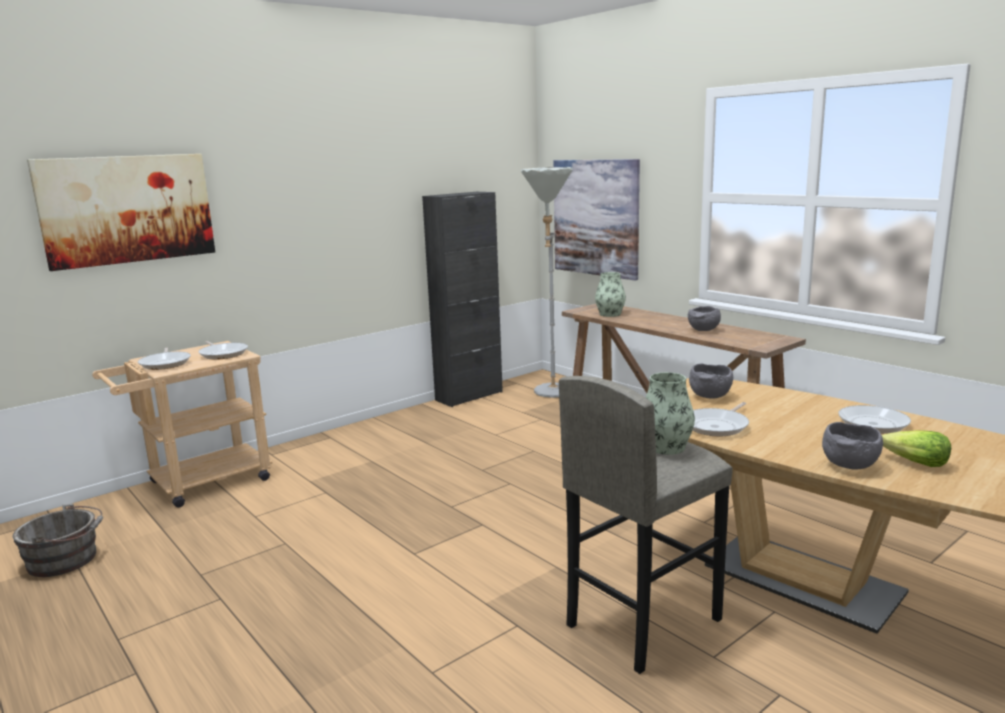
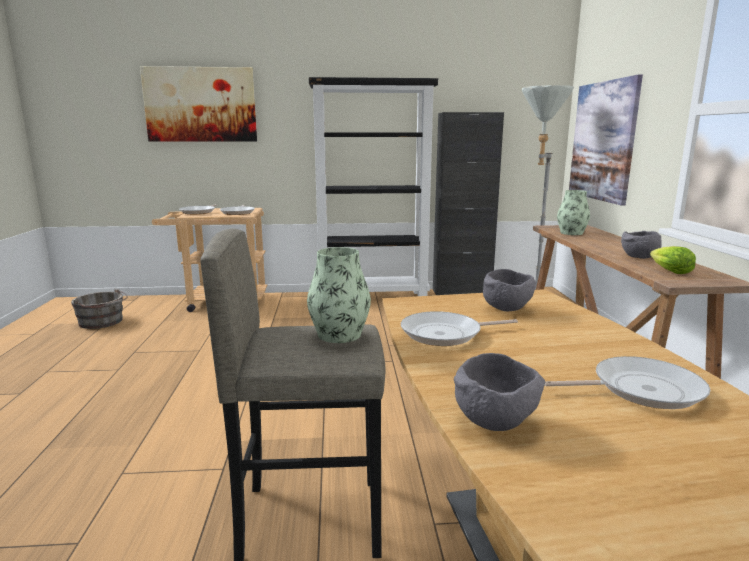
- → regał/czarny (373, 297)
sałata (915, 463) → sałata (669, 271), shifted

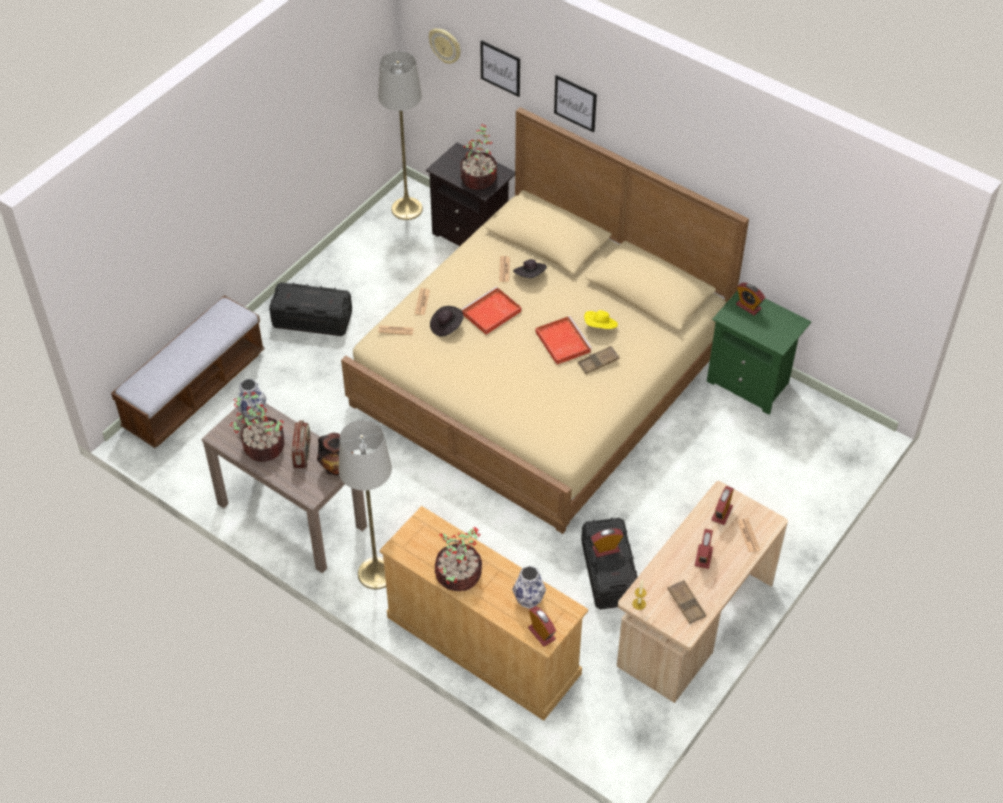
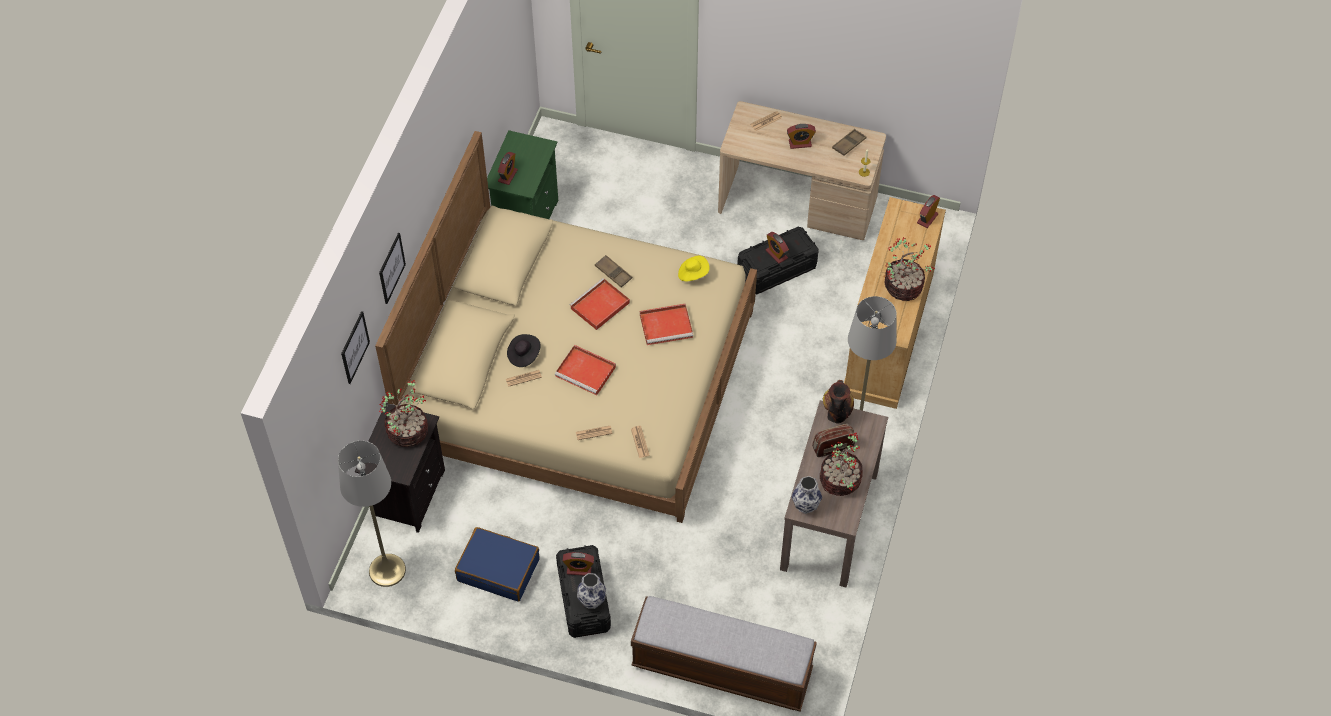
- → walizka/niebieski (498, 569)
budzik (722, 513) → budzik (579, 569), shifted
wazon (529, 599) → wazon (592, 600), shifted
- → taca/czerwony (667, 325)
kapelusz/żółty (600, 326) → kapelusz/żółty (693, 274), shifted
zegar ścienny (445, 45) → -
kapelusz/czarny (446, 326) → -

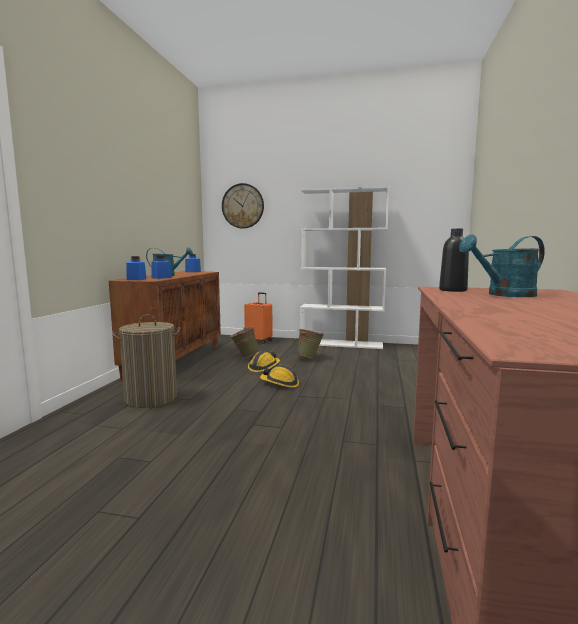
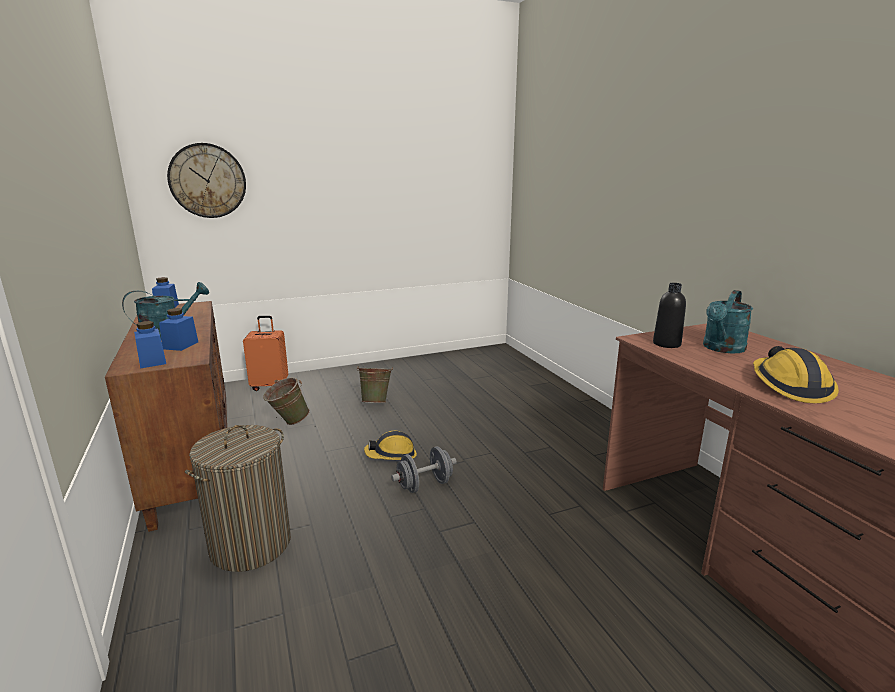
- → hantel/szary (424, 485)
kask (264, 367) → kask (789, 386), shifted
regał/biały (342, 344) → -

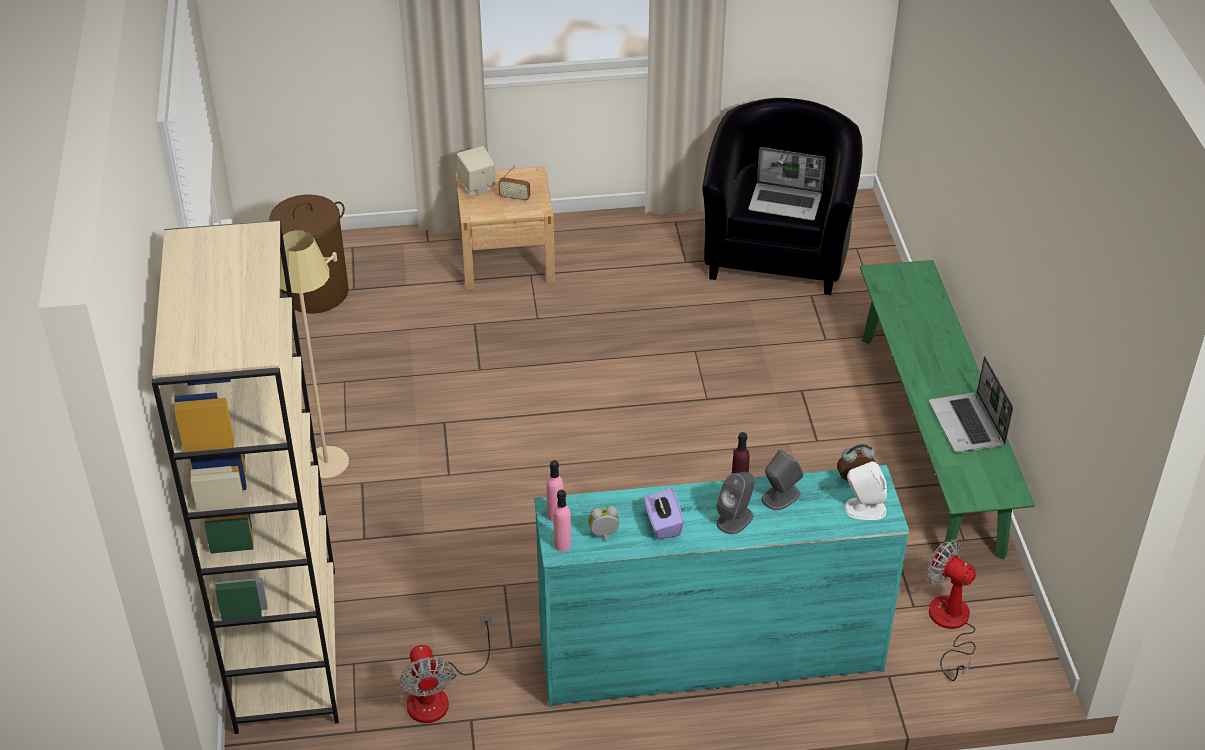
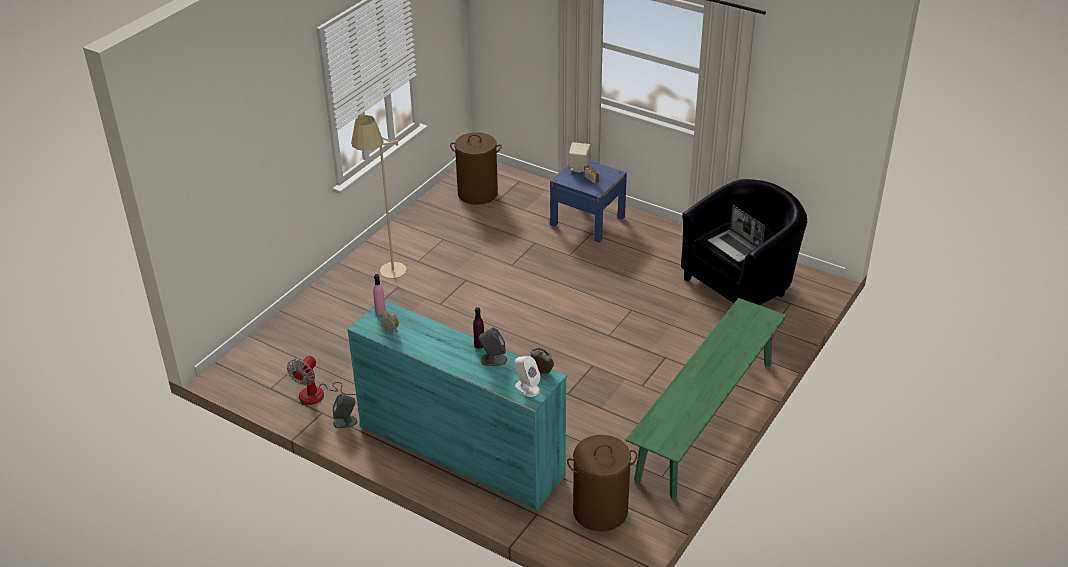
głośnik/szary (735, 519) → głośnik/szary (345, 422), shifted
szafka nocna/beżowy (506, 260) → szafka nocna/niebieski (587, 221)
wentylator (950, 625) → kosz na pranie/brązowy (599, 511)
regał/beżowy (285, 647) → -
butelka/różowy (562, 545) → -
pudełko chusteczek/fioletowy (662, 524) → -
laptop (968, 425) → -

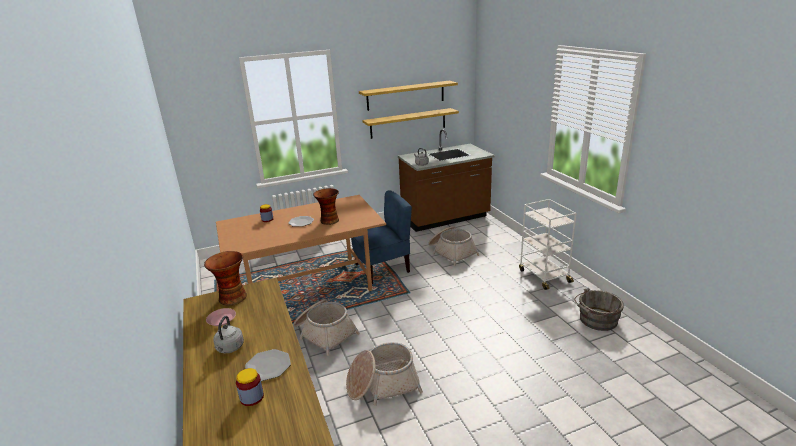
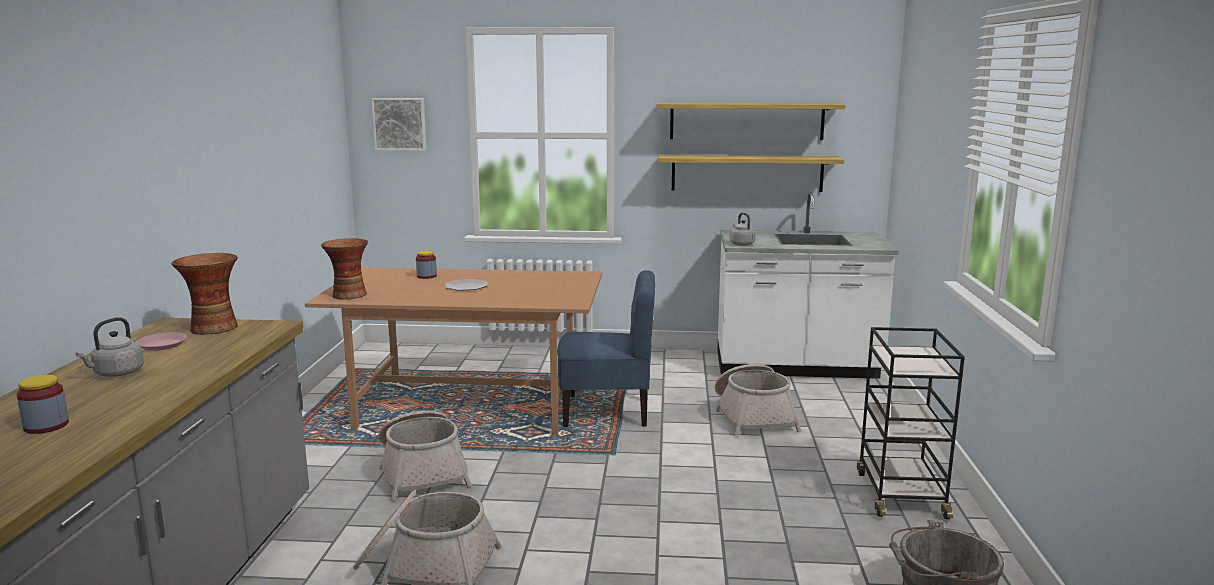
wazon (329, 221) → wazon (348, 295), shifted
- → obraz (400, 124)
zabudowa kuchenna/brązowy (445, 219) → zabudowa kuchenna/biały (796, 367)
wózek/biały (543, 276) → wózek/czarny (900, 494)
talerz (268, 366) → -

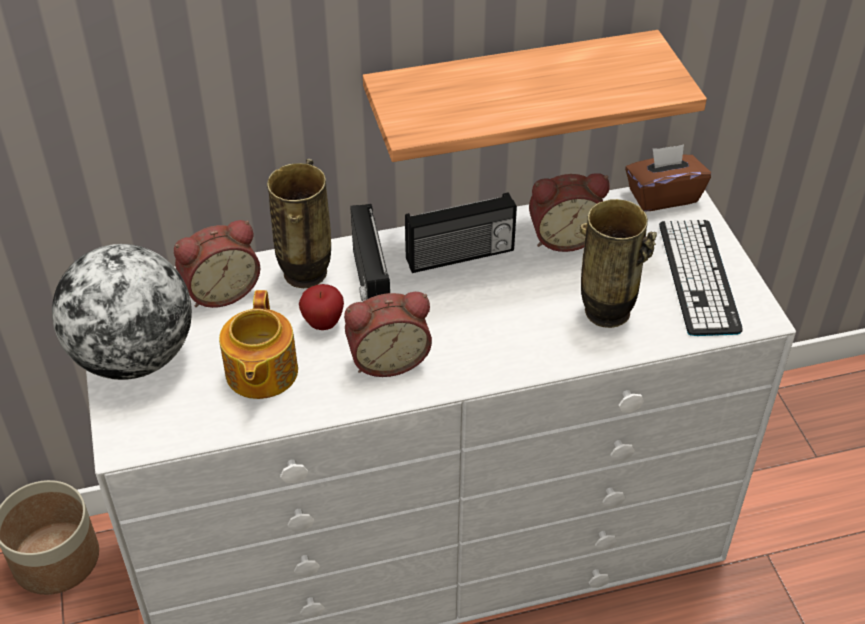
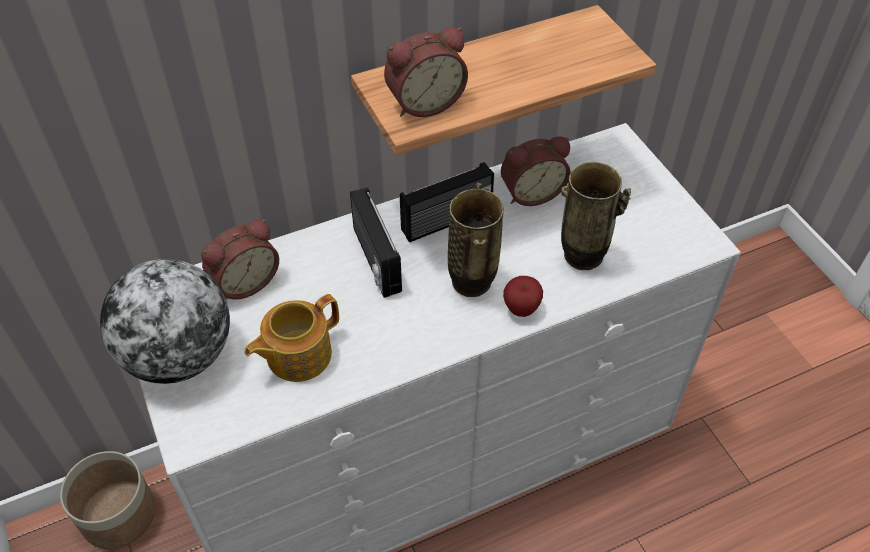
imbryk (260, 373) → imbryk (297, 355), 60 degrees clockwise
budzik (388, 358) → budzik (424, 102), shifted
wazon (306, 274) → wazon (472, 282), shifted
jabłko (323, 323) → jabłko (521, 309), shifted
pudełko chusteczek/brązowy (663, 196) → -
klawiatura (698, 277) → -

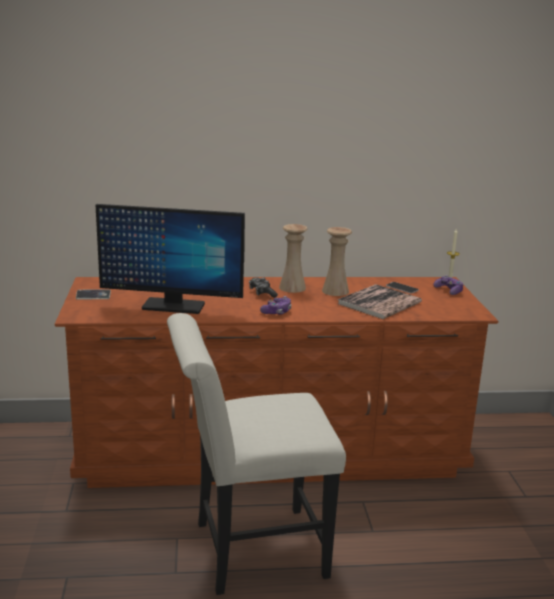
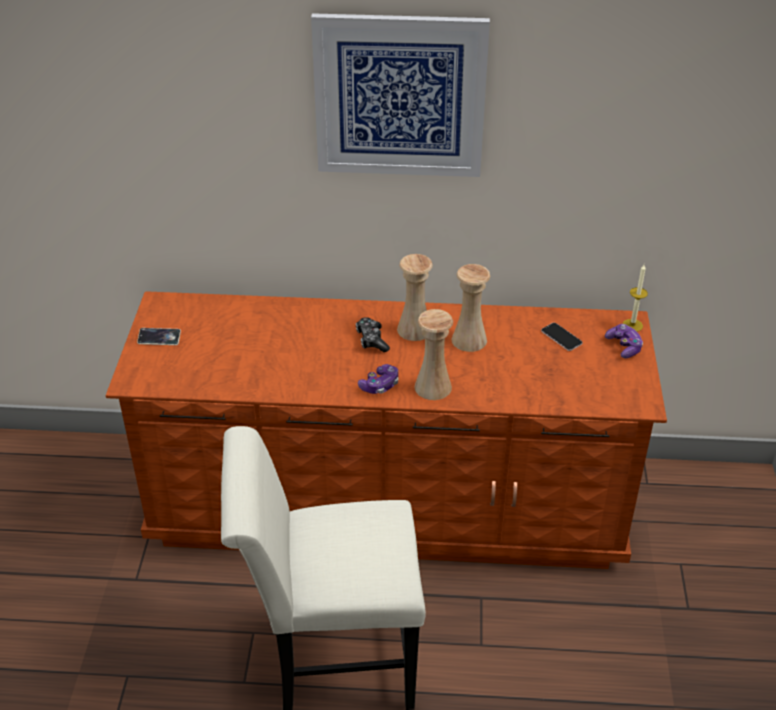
- → obraz (399, 96)
- → wazon/beżowy (433, 387)
monitor (173, 306) → -
książka (379, 303) → -

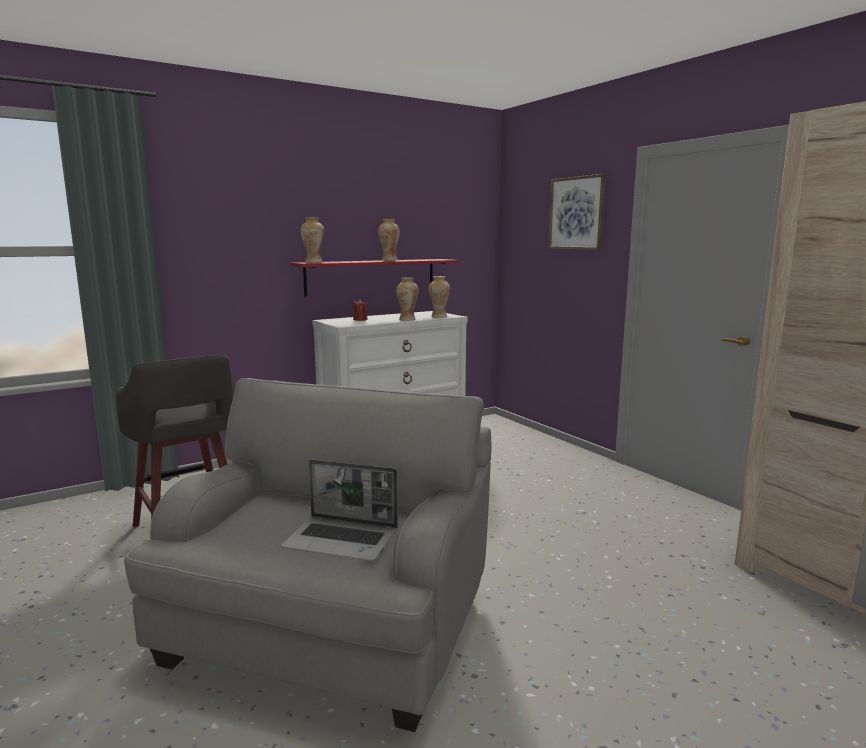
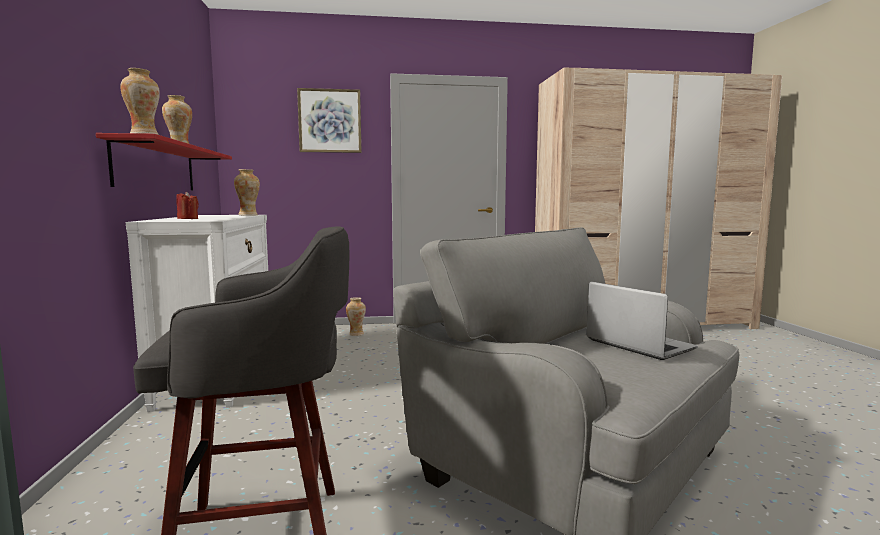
wazon (407, 319) → wazon (356, 334), shifted
laptop (343, 540) → laptop (637, 345), 75 degrees counterclockwise

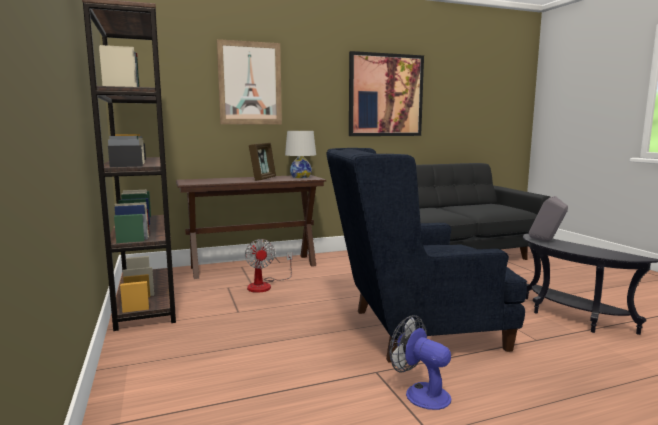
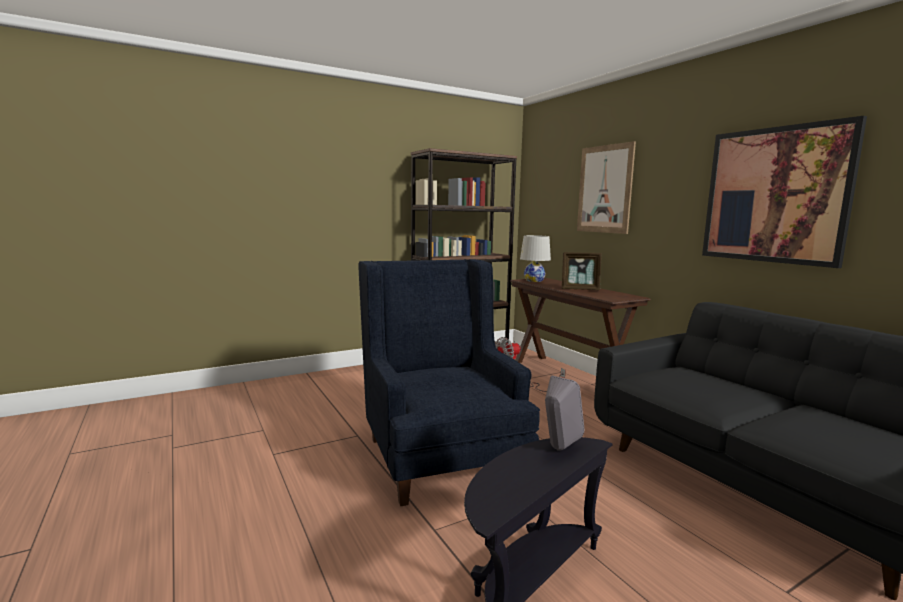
lampa stołowa/biały (300, 177) → lampa stołowa/biały (534, 280), shifted
wentylator (420, 393) → -

